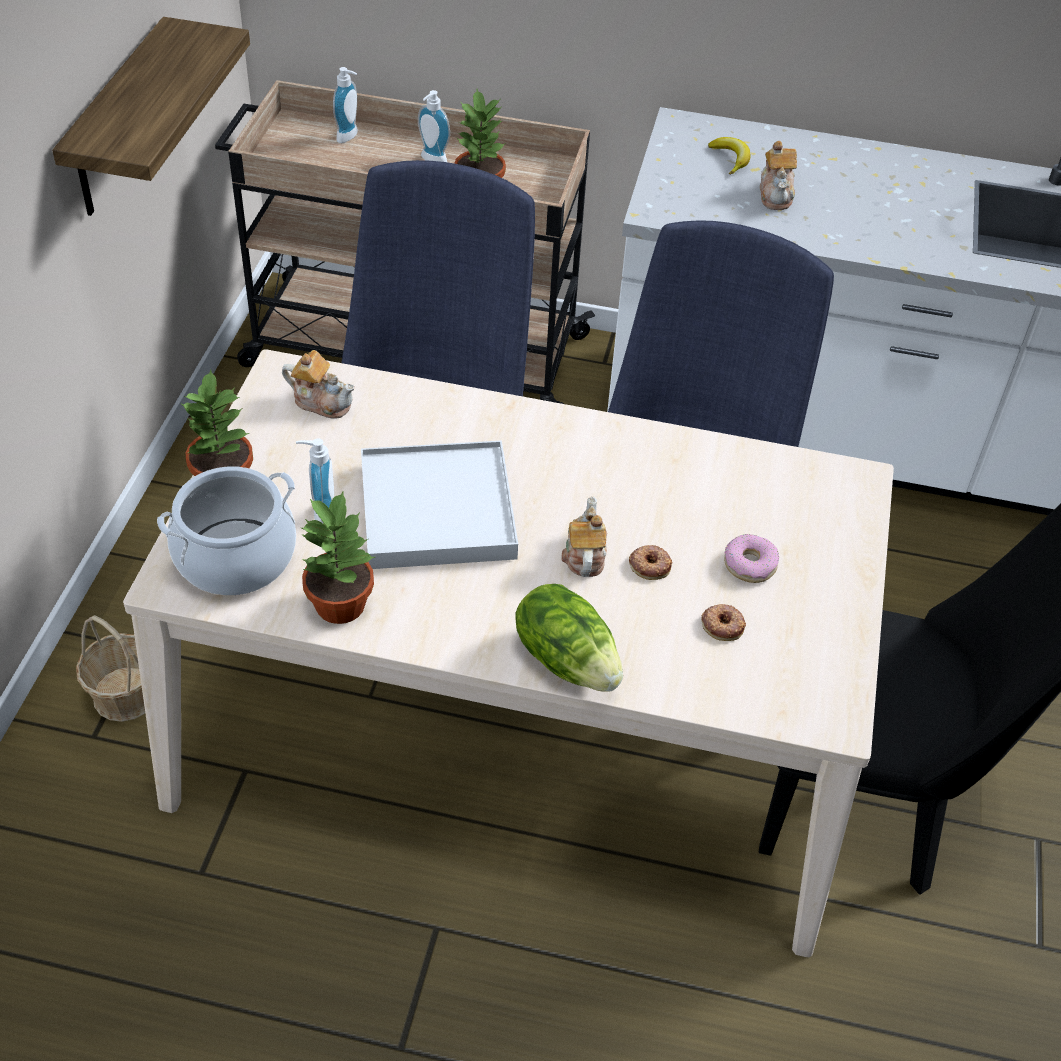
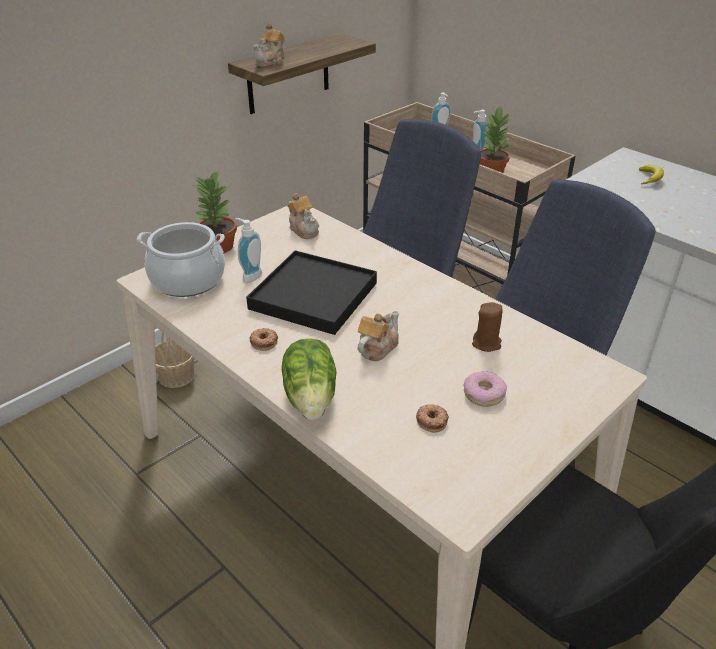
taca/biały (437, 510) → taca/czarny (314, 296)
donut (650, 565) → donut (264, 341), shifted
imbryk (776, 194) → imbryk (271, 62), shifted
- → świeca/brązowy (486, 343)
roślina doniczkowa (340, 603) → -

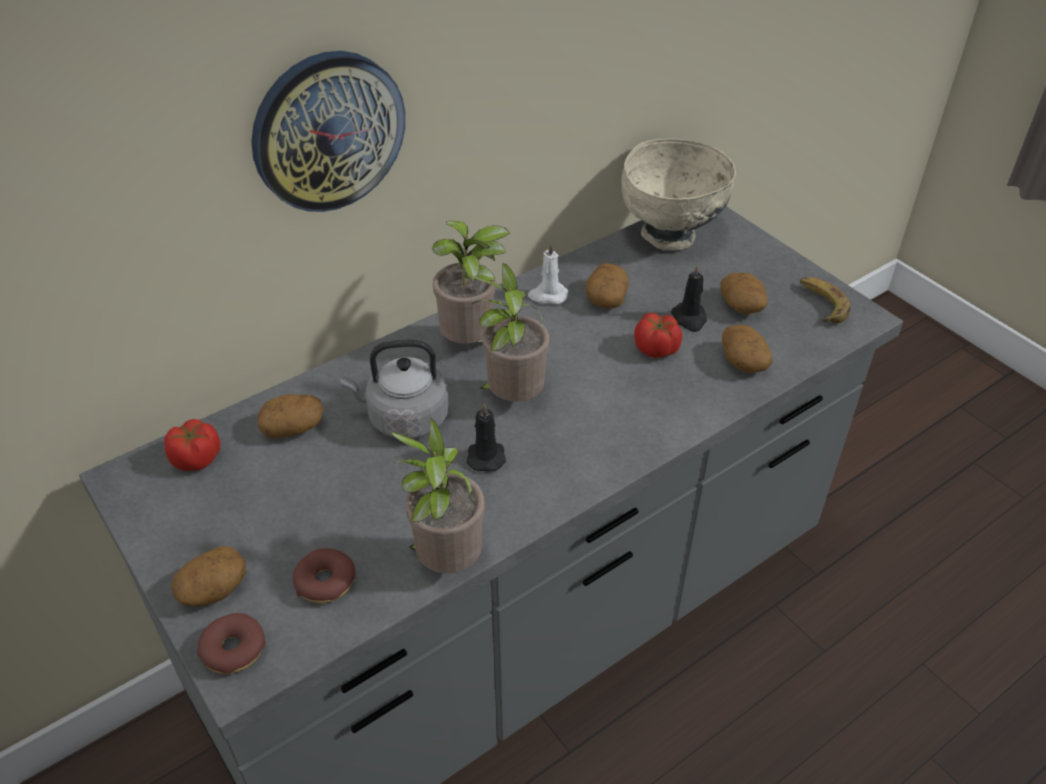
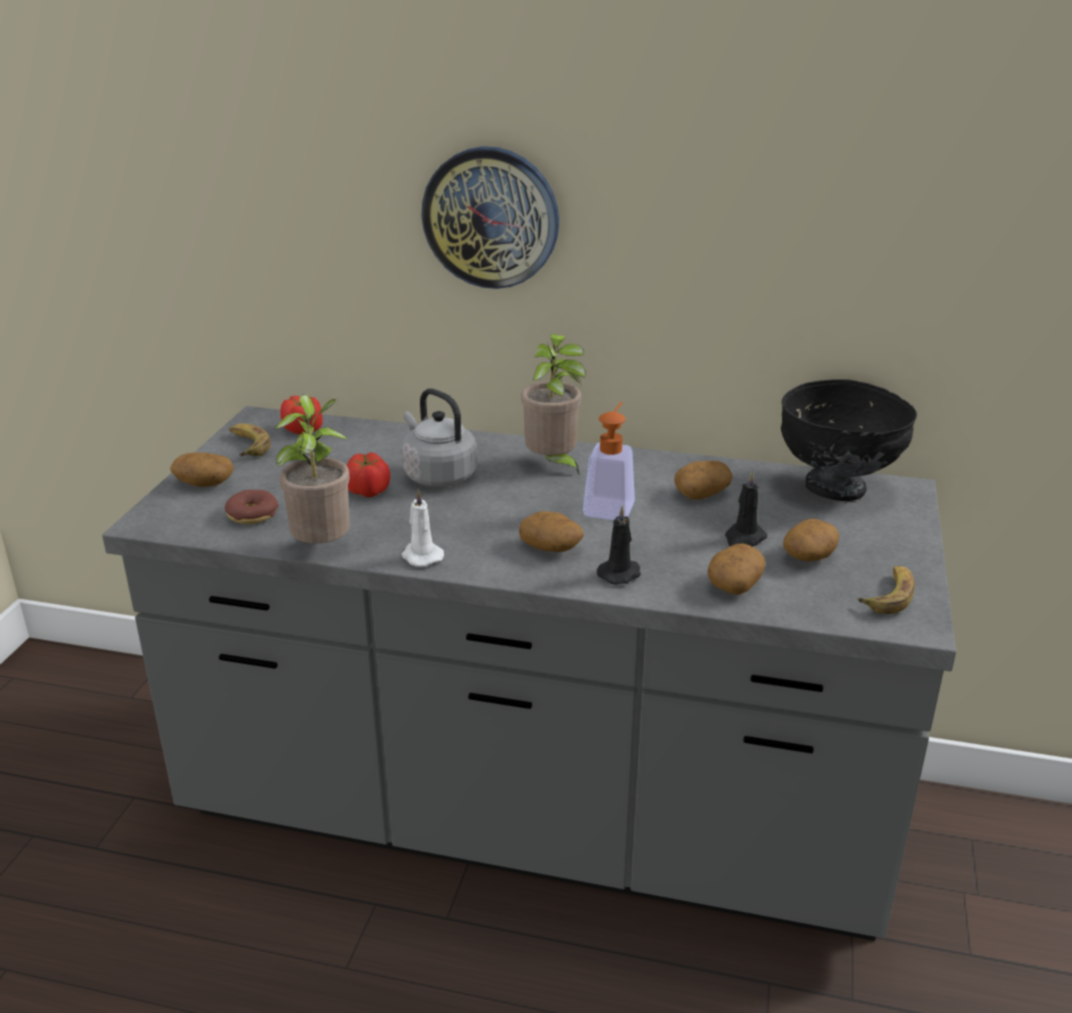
- → banan (247, 445)
pomidor (656, 349) → pomidor (368, 491), shifted
świeca/biały (547, 295) → świeca/biały (421, 556), shifted
ziemniak (293, 427) → ziemniak (551, 547), shifted
- → dozownik mydła (611, 505)
świeca/czarny (486, 455) → świeca/czarny (620, 573), shifted
miska/beżowy (669, 236) → miska/czarny (835, 488)
donut (233, 650) → -
roślina doniczkowa (512, 398) → -

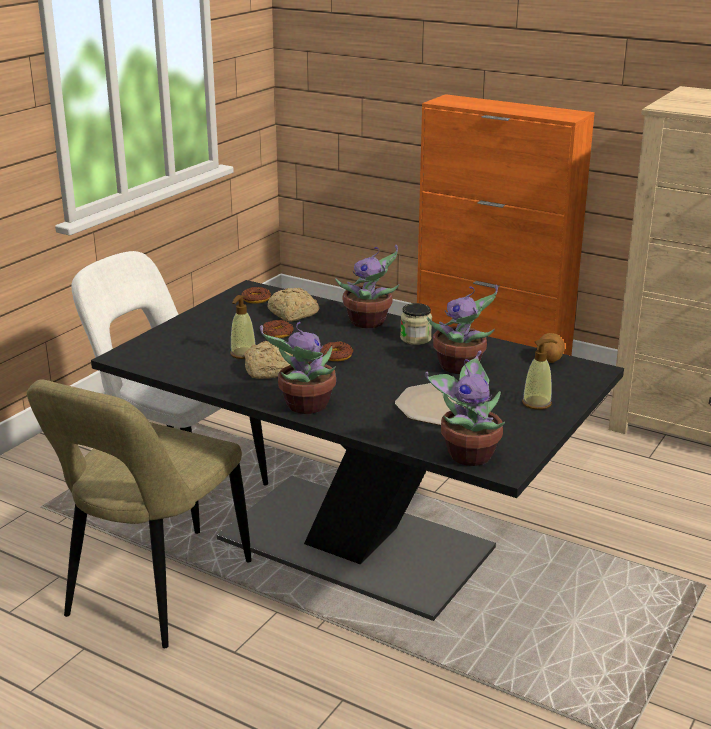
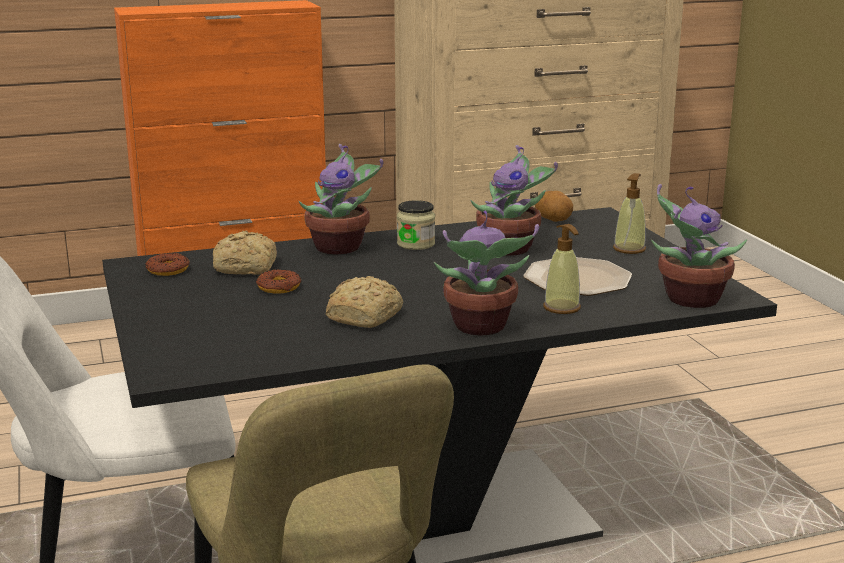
dozownik mydła (243, 354) → dozownik mydła (562, 308), shifted
donut (336, 355) → -

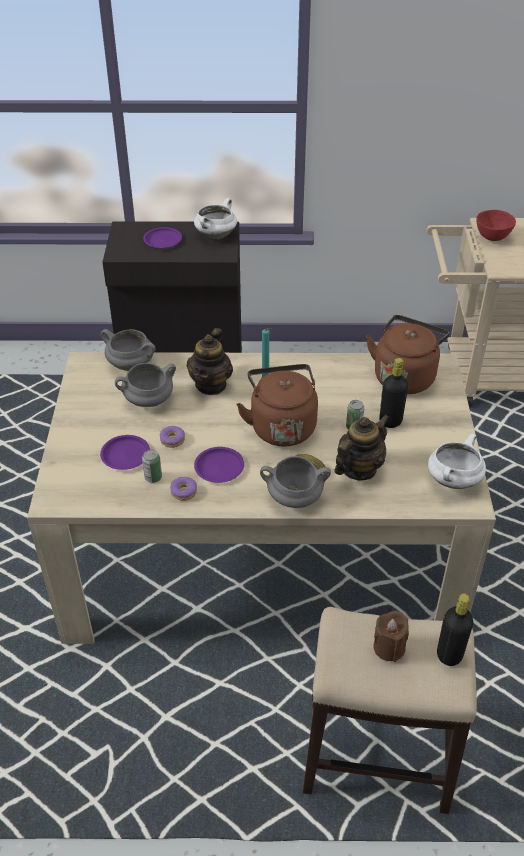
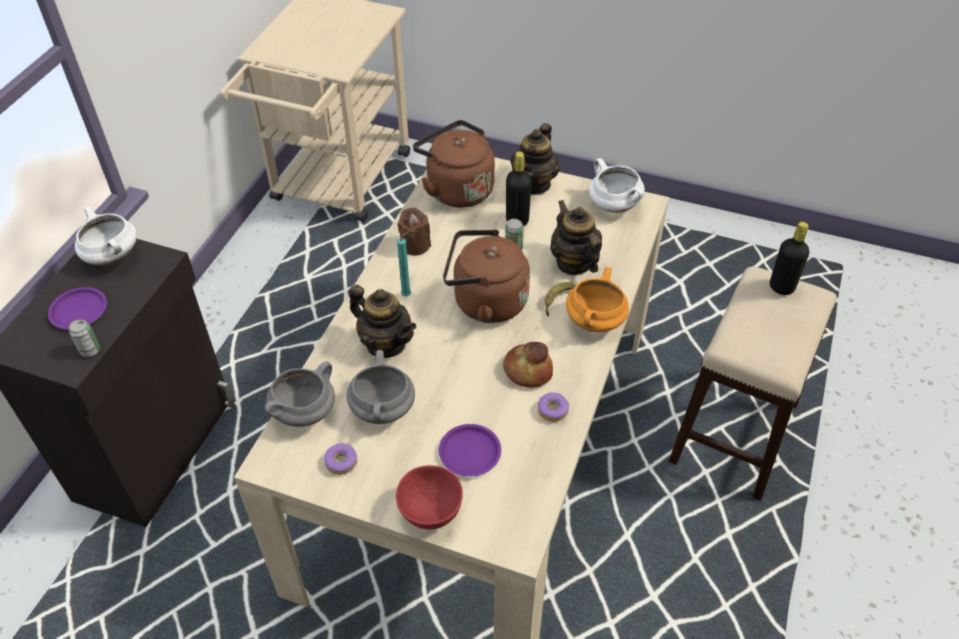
puszka (153, 477) → puszka (90, 350), shifted
donut (173, 440) → donut (341, 462), shifted
miska/czerwony (492, 237) → miska/czerwony (430, 513), shifted
świeca/brązowy (389, 647) → świeca/brązowy (415, 245), shifted
talerz/fioletowy (219, 468) → chleb (527, 371)
- → imbryk (534, 184)
garnek/szary (293, 498) → garnek/pomarańczowy (595, 322)

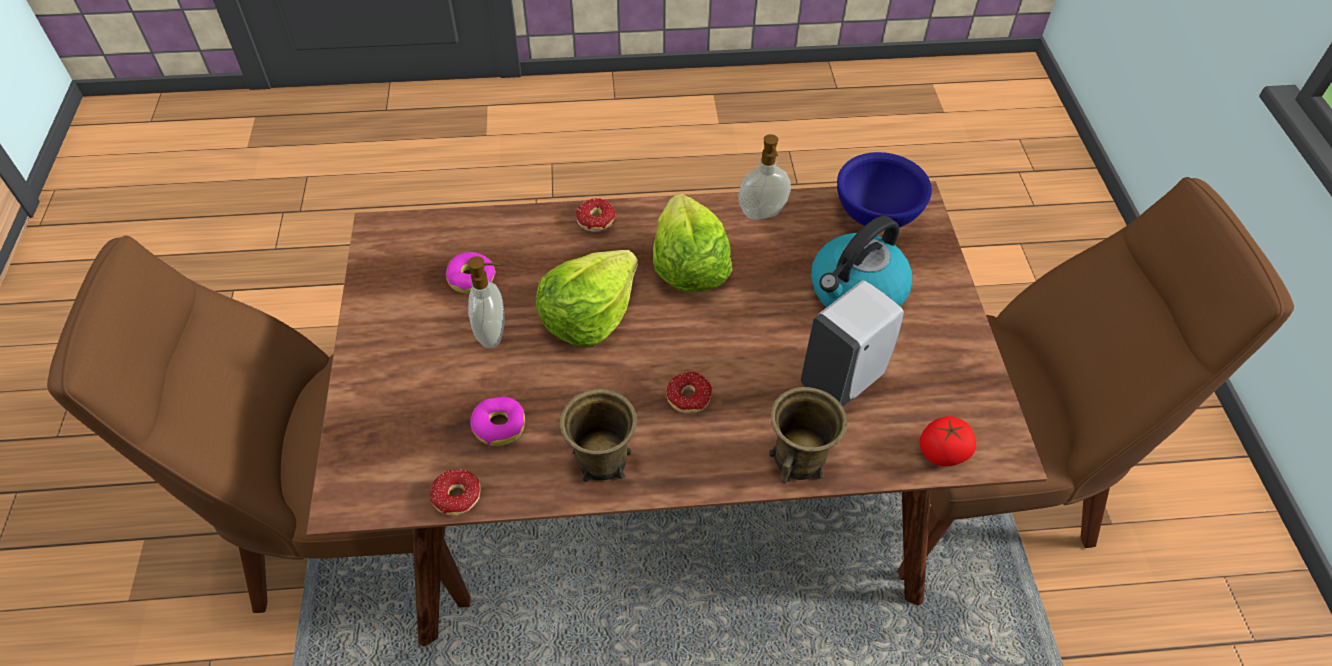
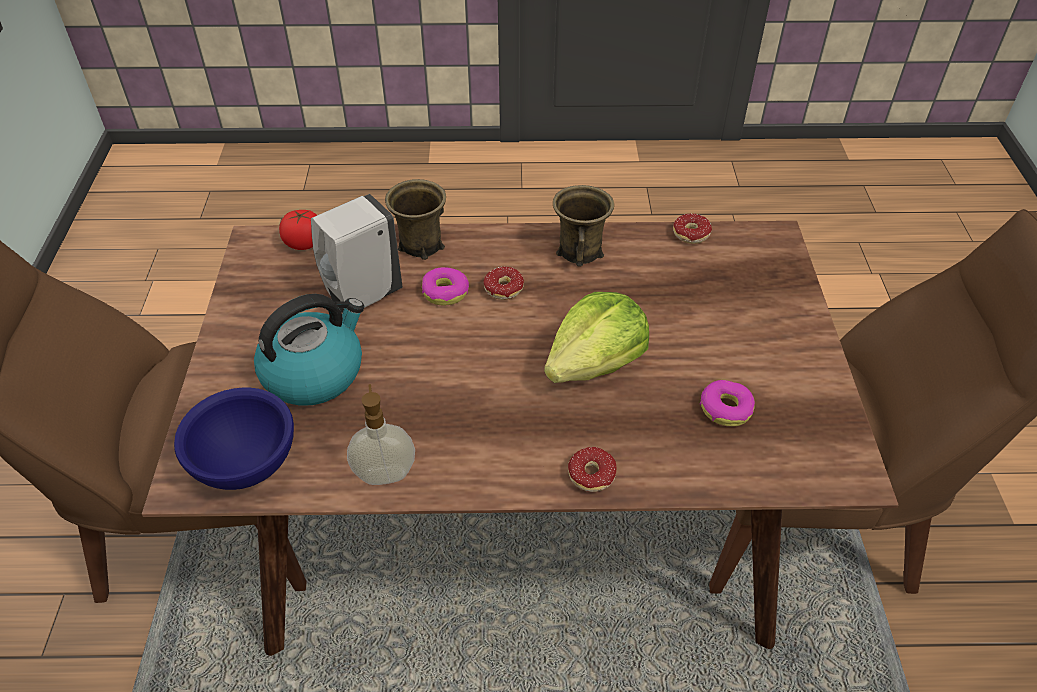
donut (499, 426) → donut (445, 292), shifted
dozownik mydła (493, 333) → -
sałata (688, 266) → -

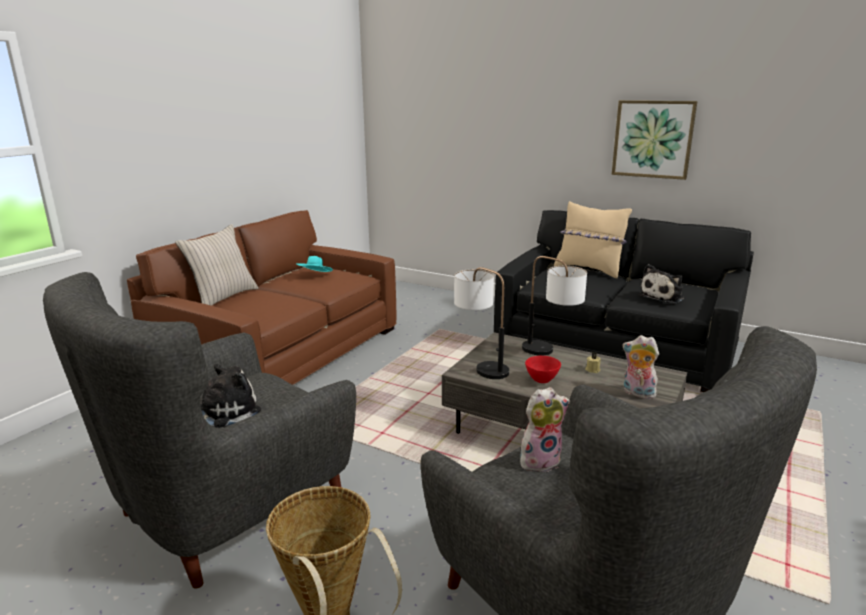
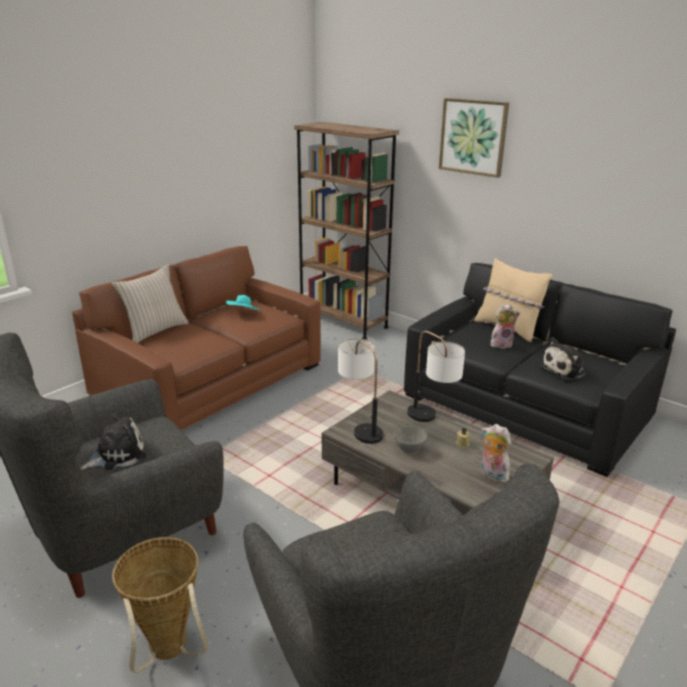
- → regał/brązowy (343, 321)
miska/czerwony (542, 380) → miska/szary (409, 450)
obraz (653, 139) → obraz (473, 137), shifted
pluszak (540, 461) → pluszak (501, 344), shifted

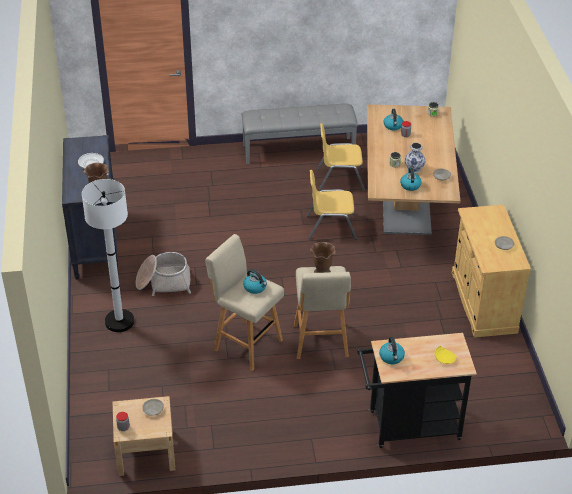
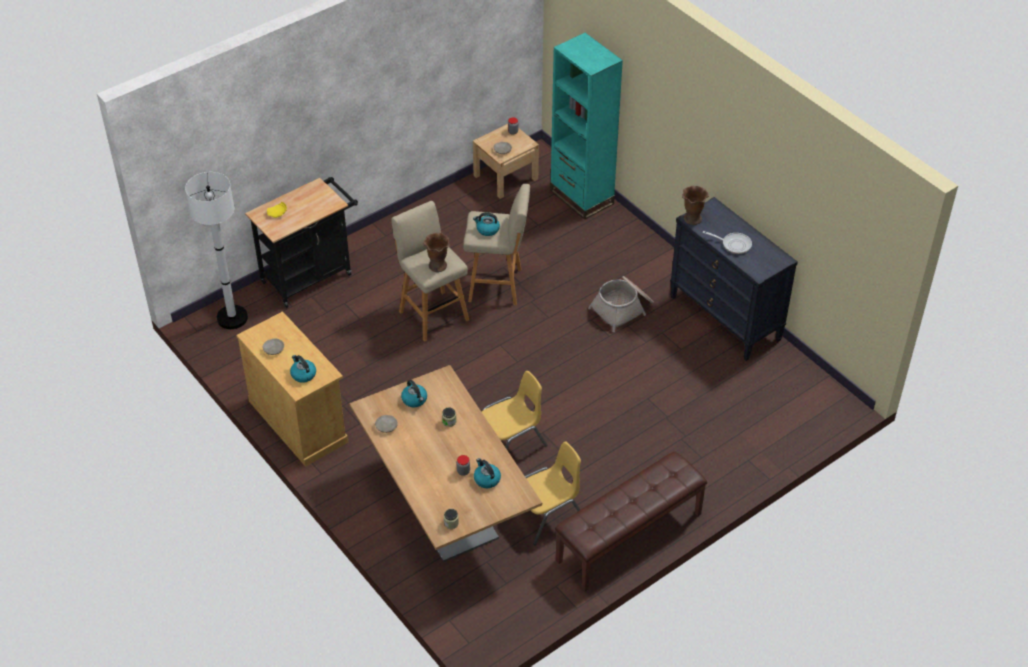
lampa stojąca/biały (119, 321) → lampa stojąca/biały (232, 318), shifted
czajnik (391, 357) → czajnik (303, 374), shifted
- → regał/turkusowy (581, 197)
ławka/szary (298, 150) → ławka/brązowy (629, 538)
wazon (414, 169) → -

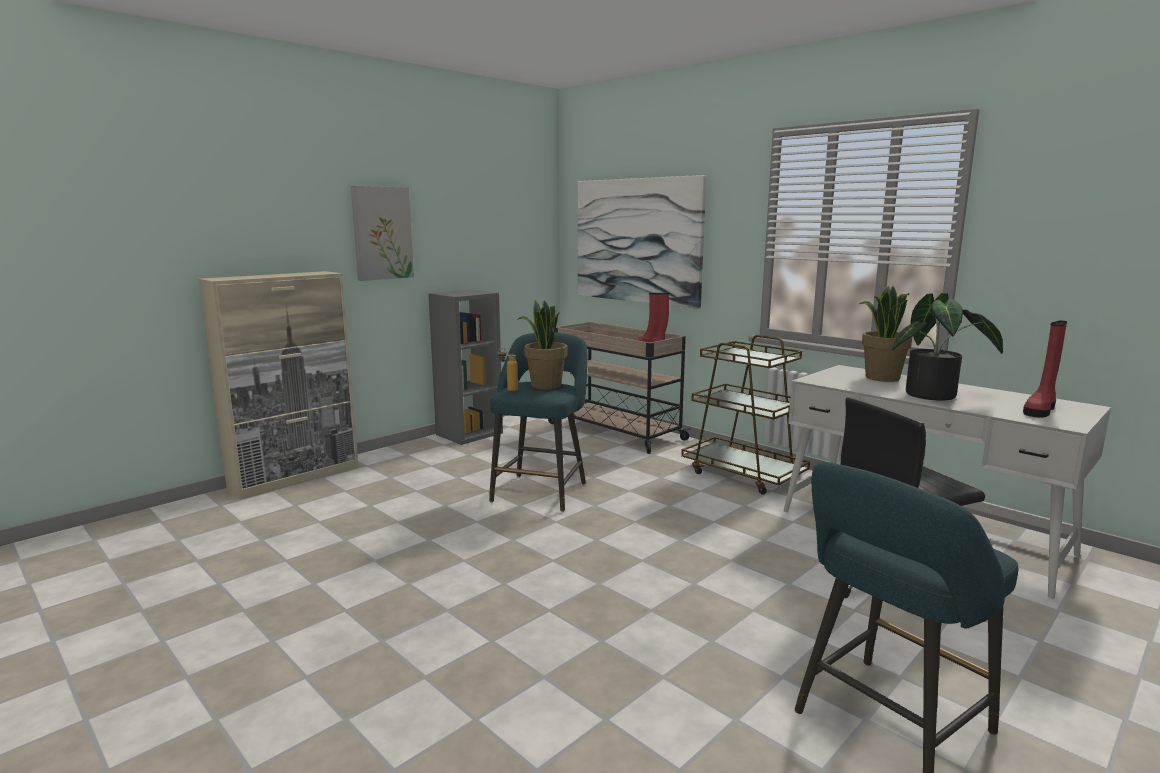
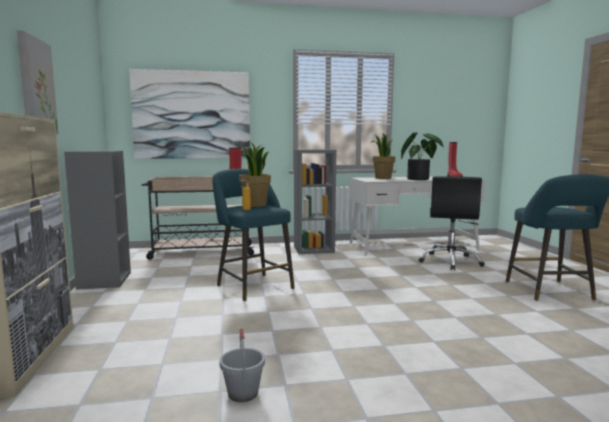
- → wiadro/szary (242, 393)
wózek/brązowy (743, 474) → regał/szary (314, 249)

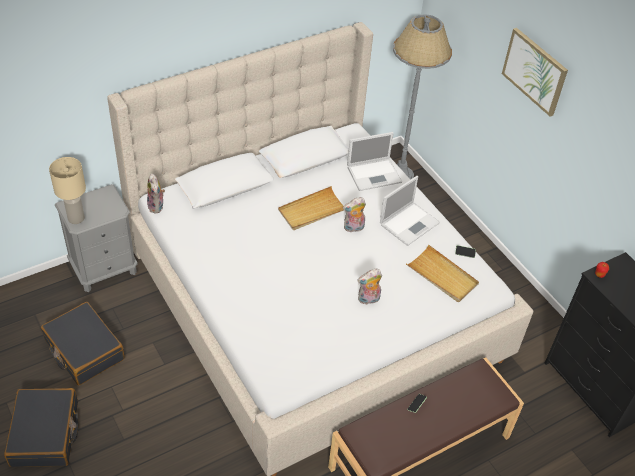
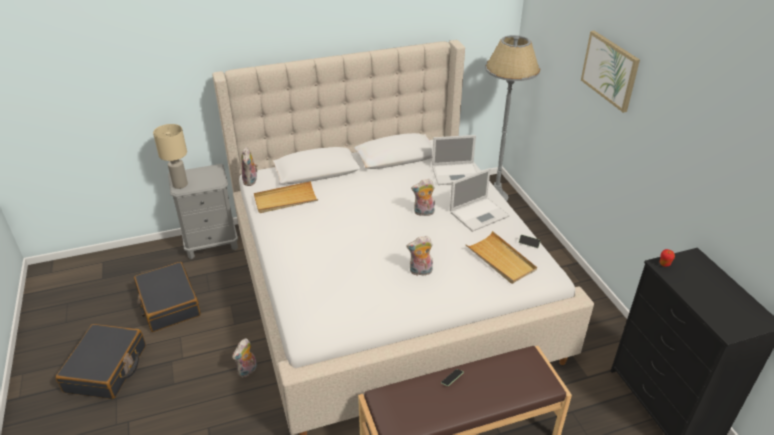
- → pluszak (248, 371)
taca/beżowy (312, 211) → taca/beżowy (285, 200), shifted

